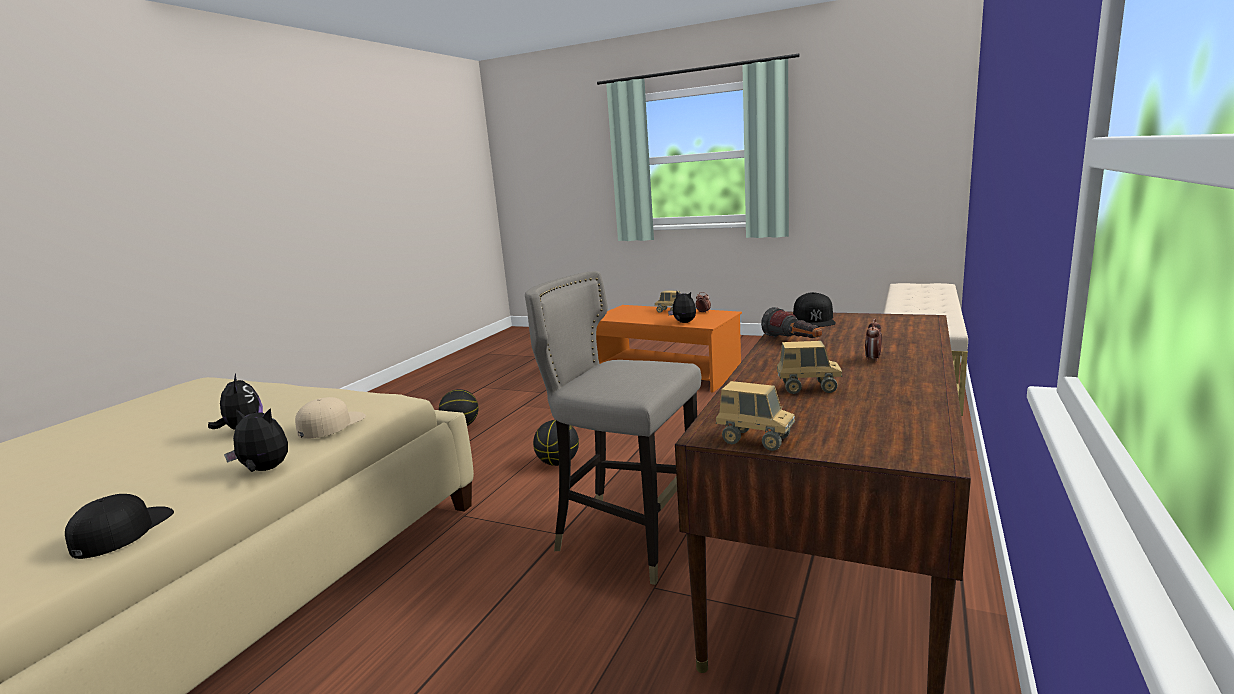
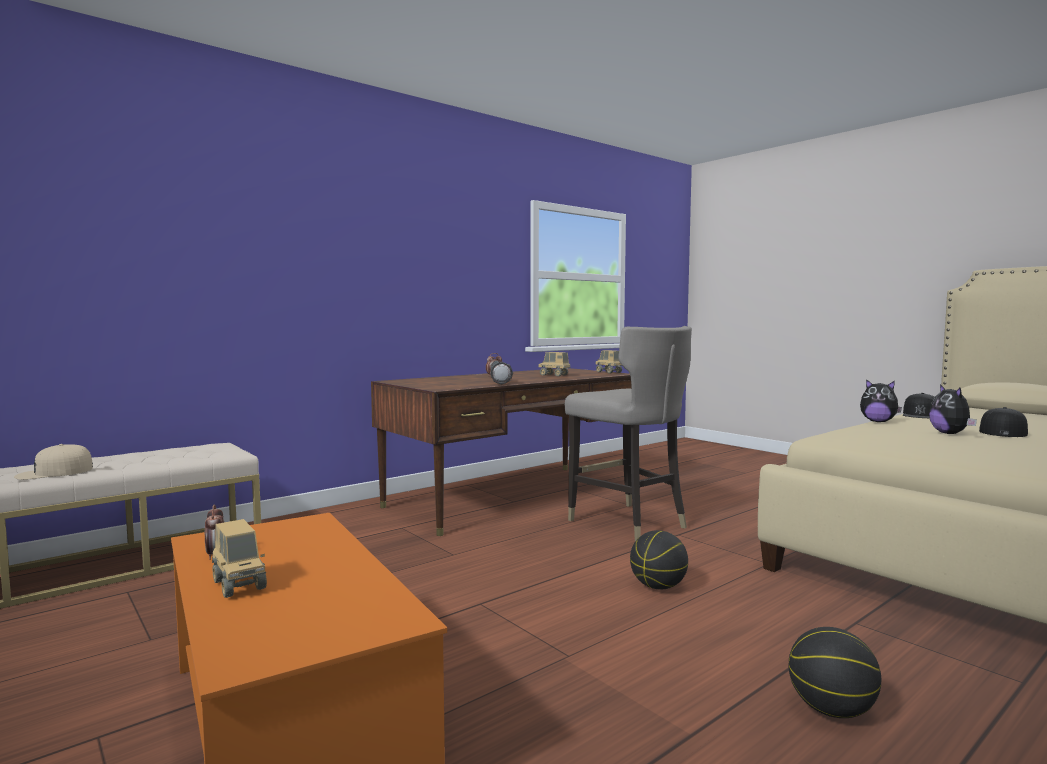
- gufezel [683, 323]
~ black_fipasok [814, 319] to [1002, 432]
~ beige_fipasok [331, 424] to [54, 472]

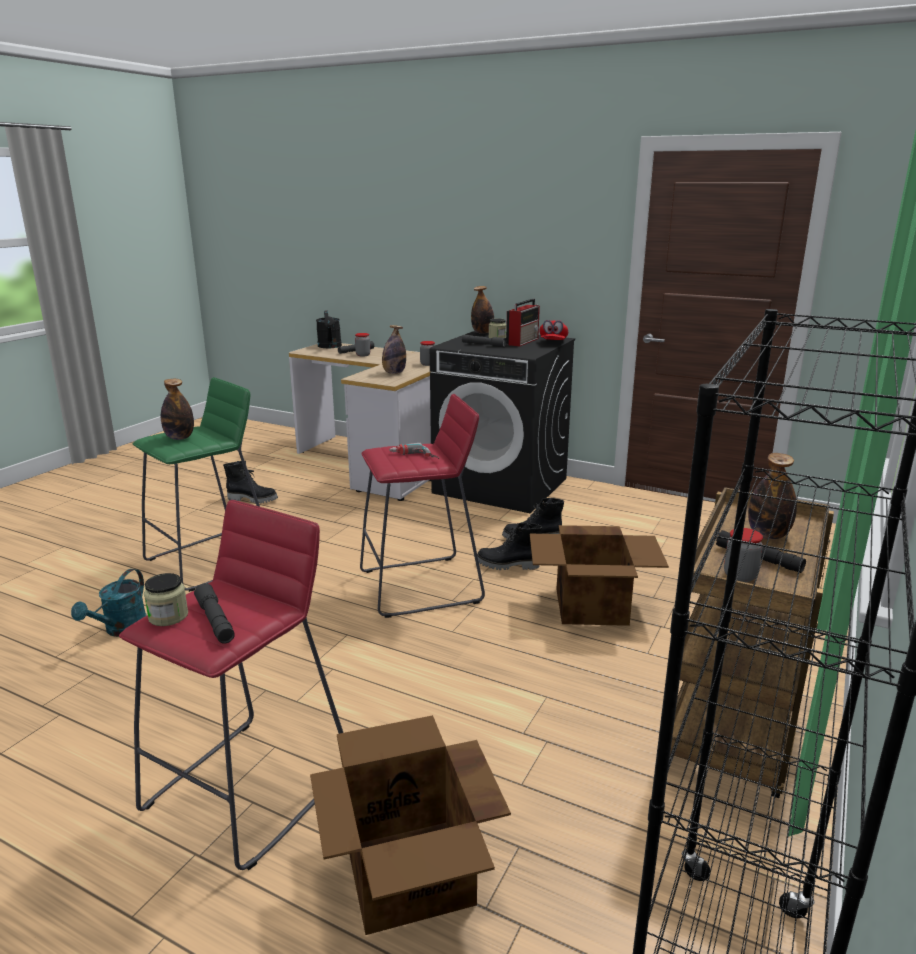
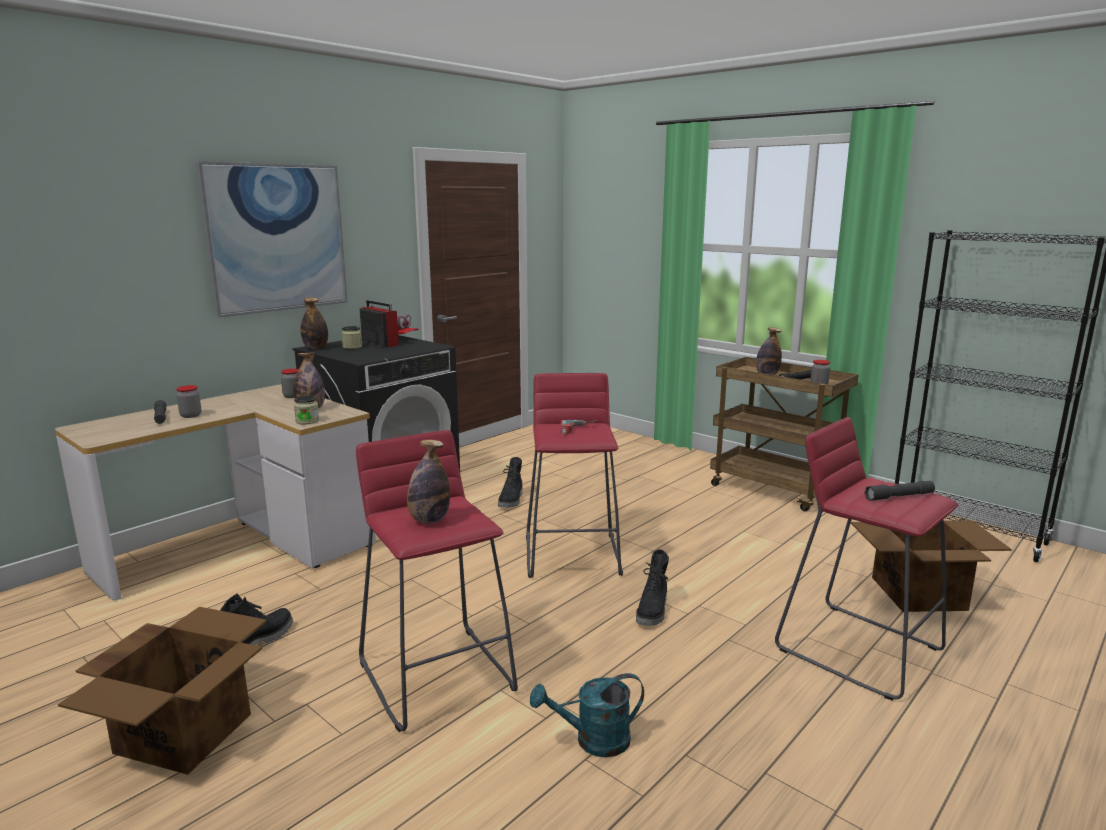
- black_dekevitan [330, 347]
- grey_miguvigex [483, 345]
~ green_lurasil [211, 560] to red_lurasil [438, 675]
~ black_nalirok [507, 565] to [653, 611]
~ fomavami [592, 607] to [186, 732]
~ turquoise_dekevitan [121, 630] = [593, 741] 135 degrees clockwise
~ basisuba [168, 616] to [307, 421]
+ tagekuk [277, 238]

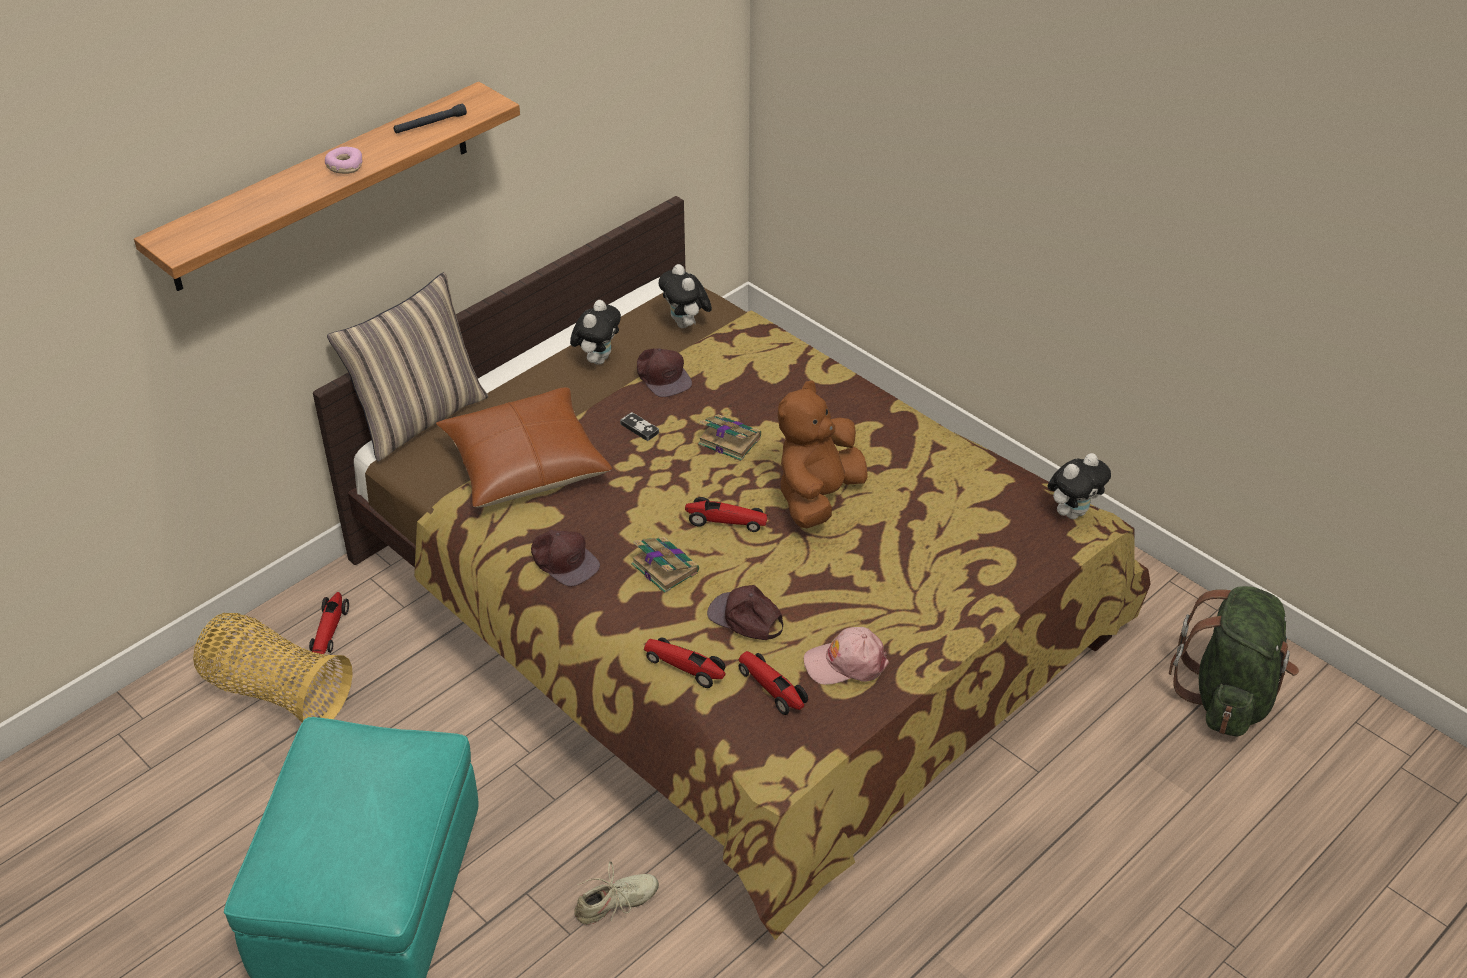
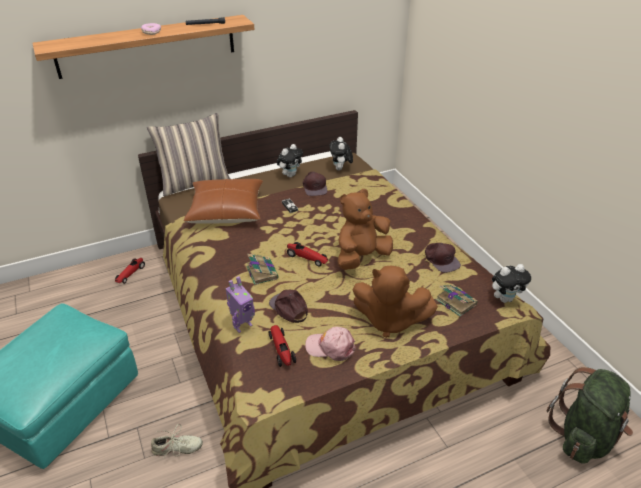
~ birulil [728, 440] to [455, 302]
~ brown_fipasok [564, 560] to [441, 259]
- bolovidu [276, 692]
~ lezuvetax [685, 667] to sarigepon [242, 325]
+ brown_gufezel [389, 320]

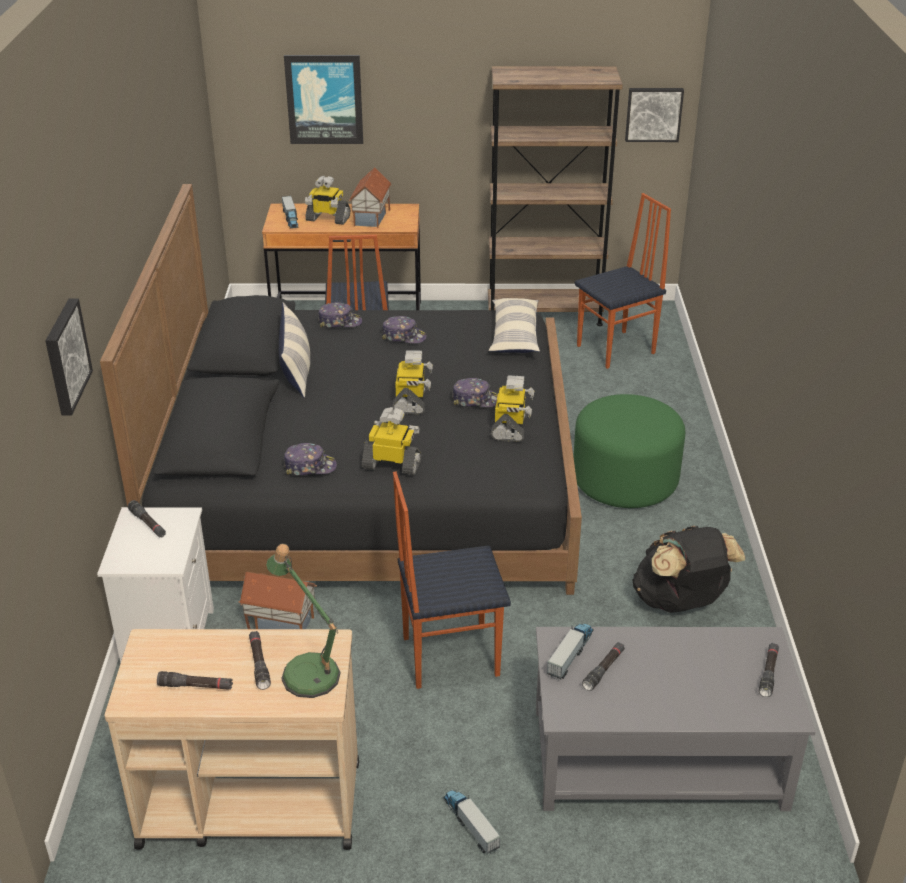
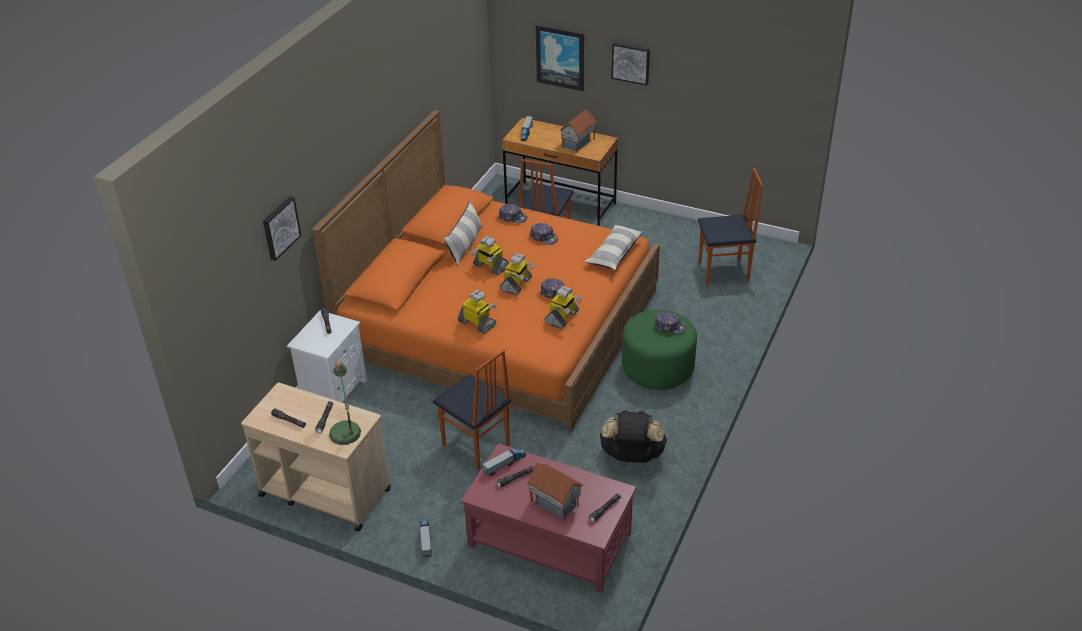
- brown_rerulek [544, 313]
~ tagekuk [653, 114] to [631, 62]
~ sarigepon [327, 219] to [490, 266]
~ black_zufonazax [369, 480] to orange_zufonazax [501, 324]
~ fipasok [310, 467] to [670, 327]
~ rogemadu [449, 655] = [475, 446] 150 degrees counterclockwise
~ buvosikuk [281, 621] to [555, 502]
~ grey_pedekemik [656, 757] to red_pedekemik [549, 539]

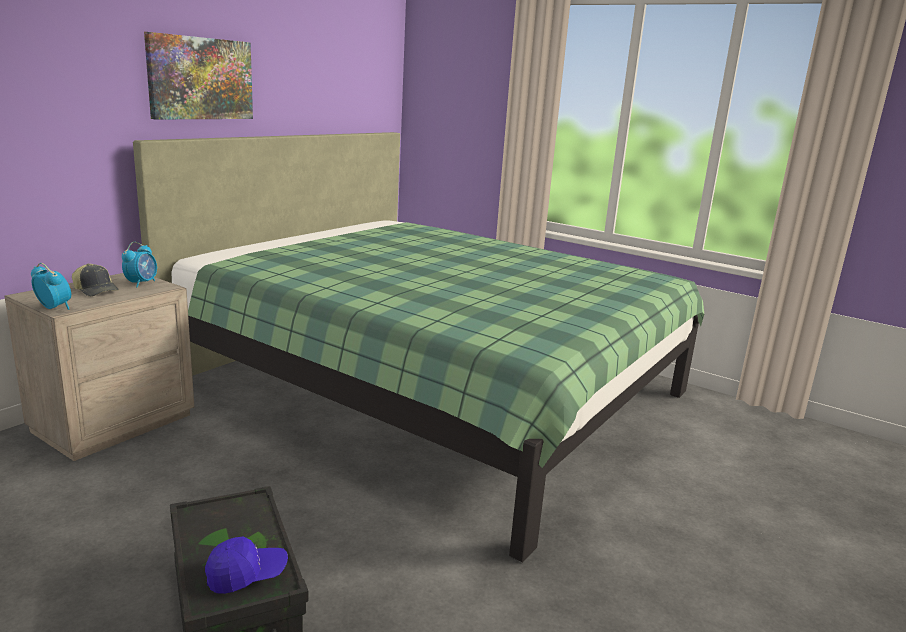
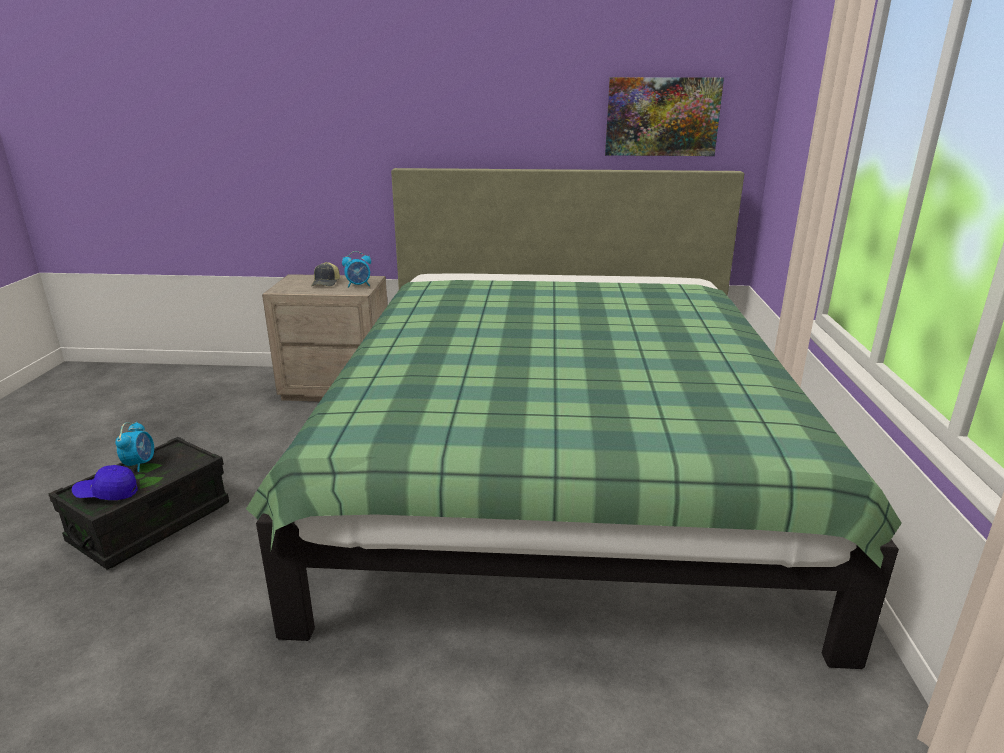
~ tagekuk [200, 78] to [662, 117]
~ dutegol [54, 307] to [140, 464]
~ blue_fipasok [246, 575] = [107, 494] 135 degrees clockwise

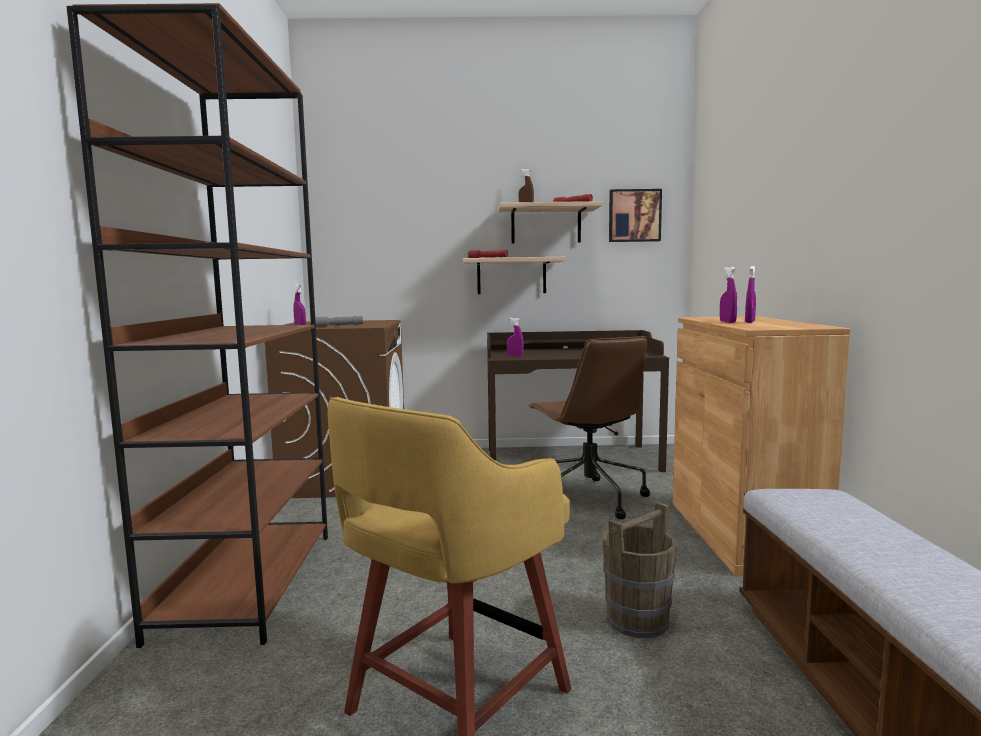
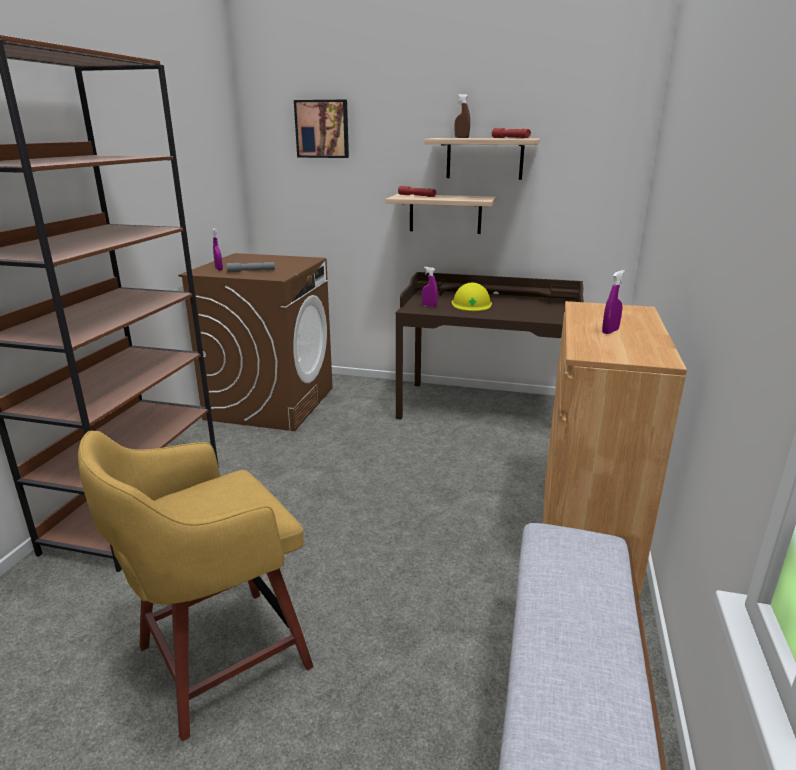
~ tagekuk [634, 216] to [322, 129]
- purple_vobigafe [727, 322]
- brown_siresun [588, 498]
- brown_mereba [636, 620]
+ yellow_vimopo [471, 304]

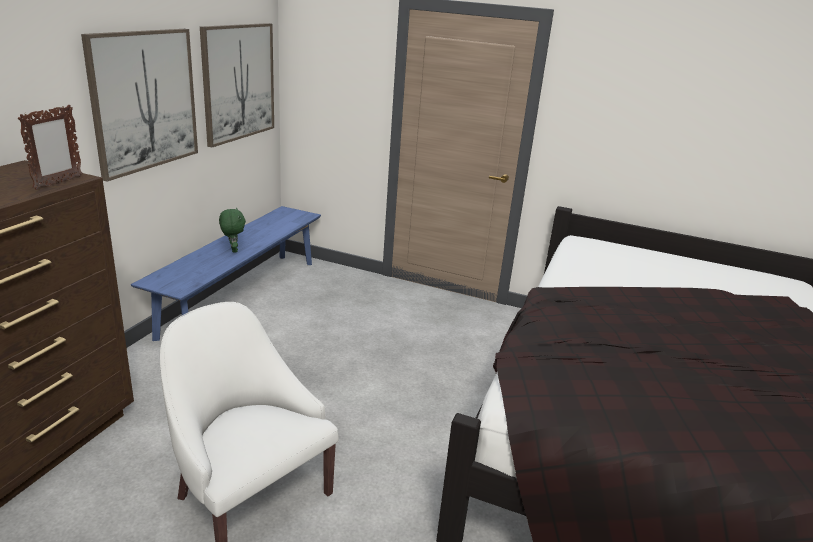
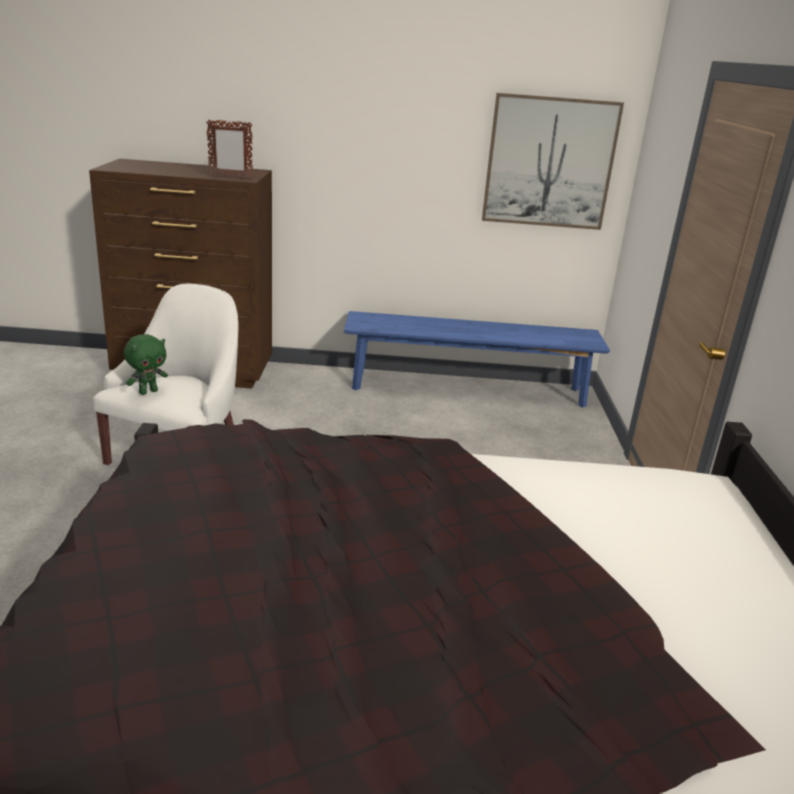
- tagekuk [144, 101]
~ green_gufezel [233, 250] to [148, 391]

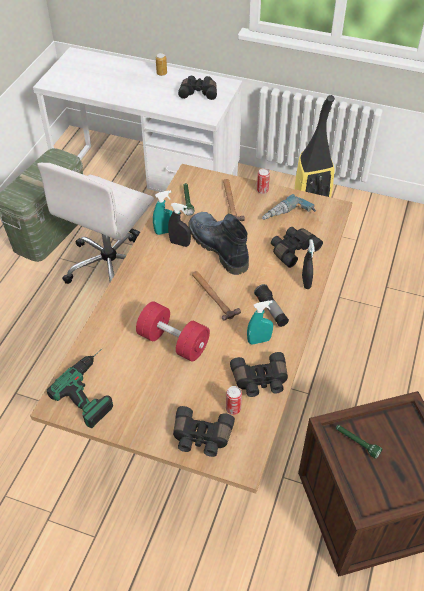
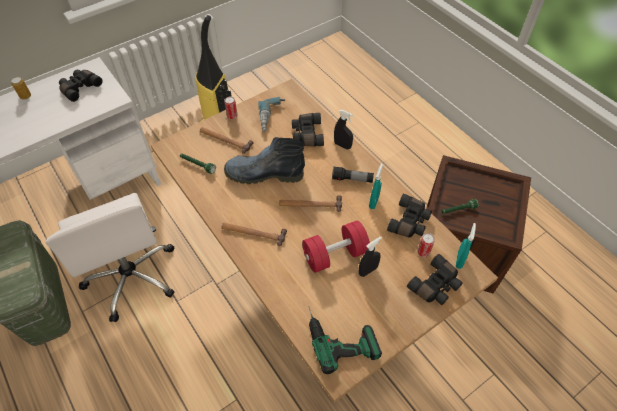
~ turquoise_vobigafe [165, 231] to [459, 260]
~ black_vobigafe [180, 243] to [368, 270]
+ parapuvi [253, 233]

